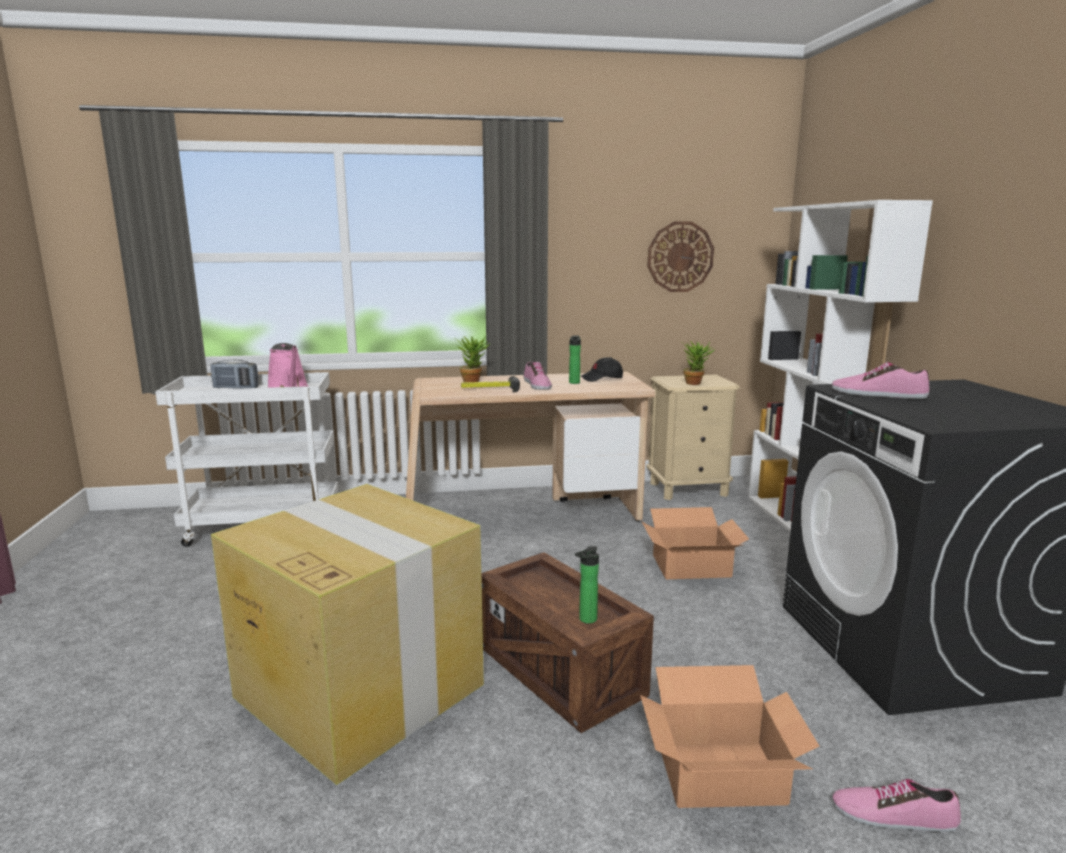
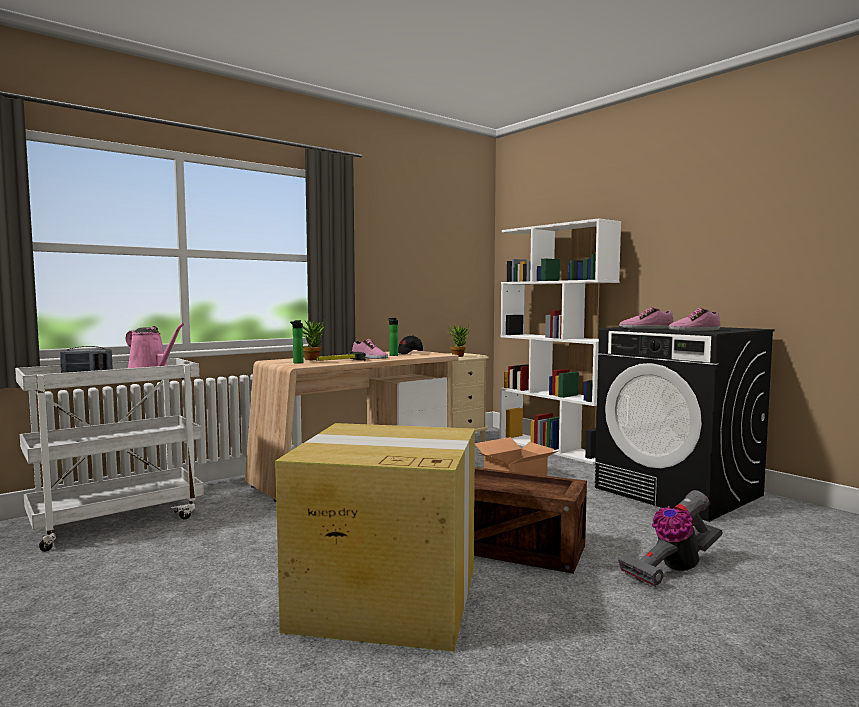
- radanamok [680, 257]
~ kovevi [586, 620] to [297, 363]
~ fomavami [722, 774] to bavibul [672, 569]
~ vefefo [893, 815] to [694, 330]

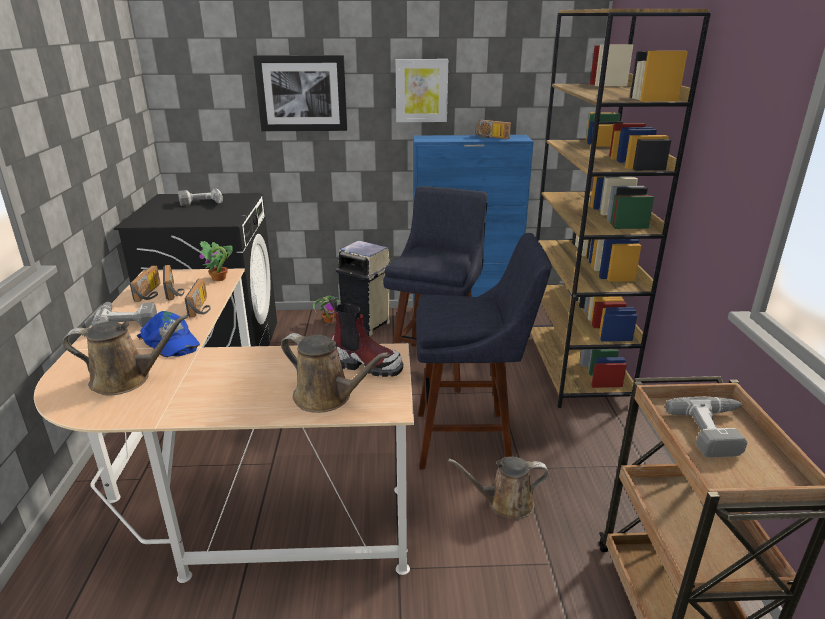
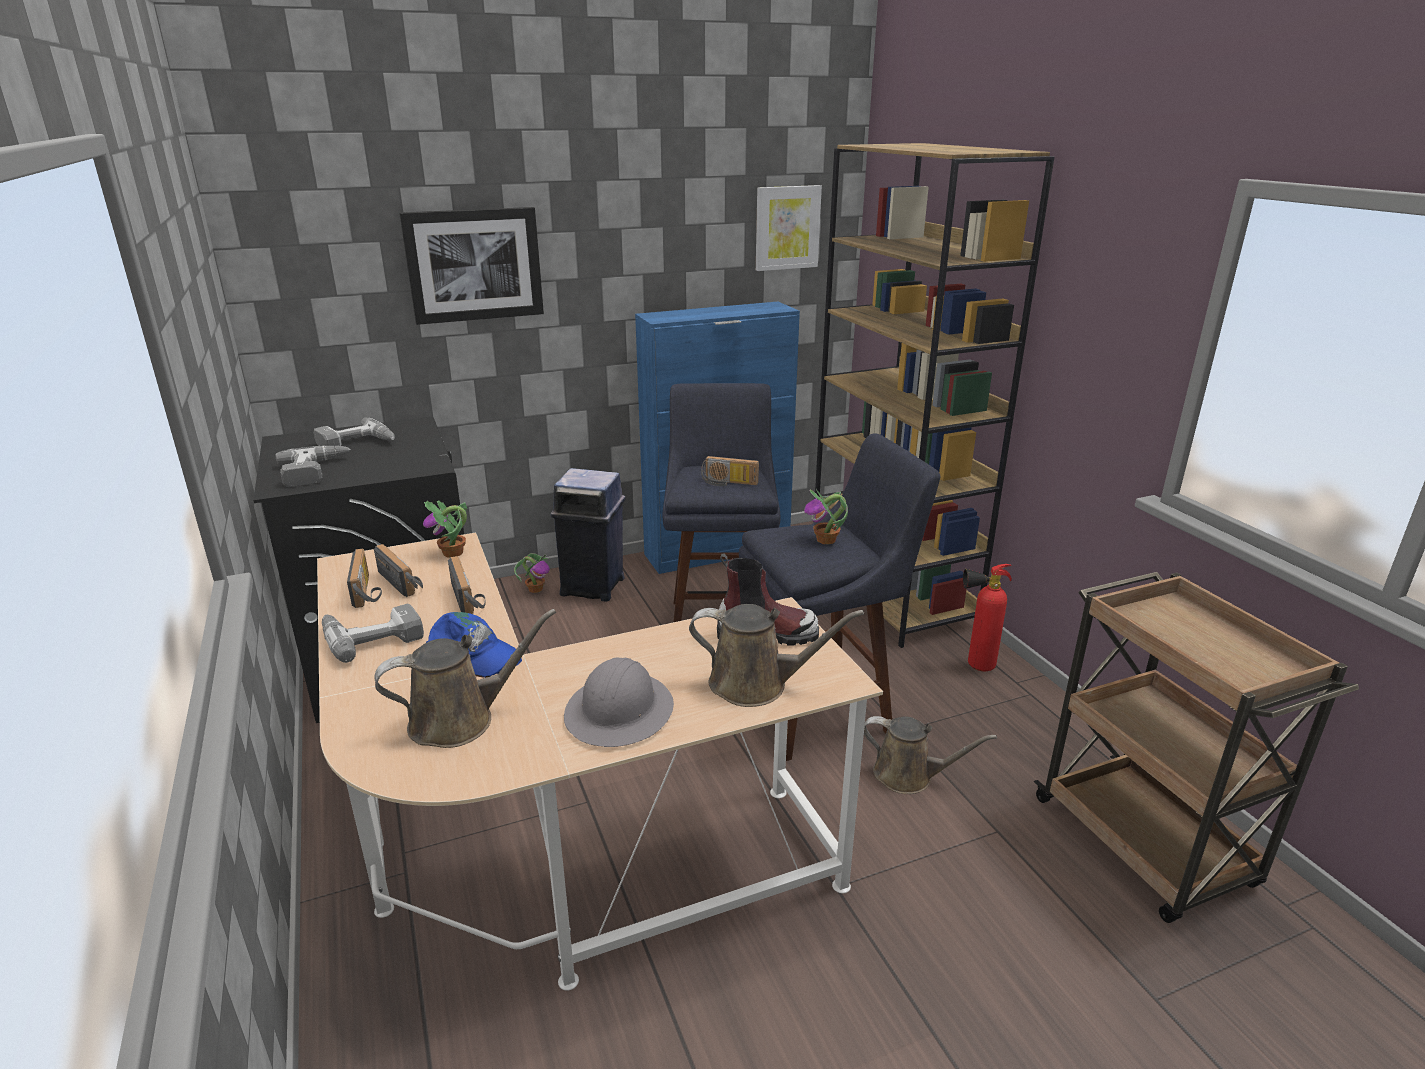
~ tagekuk [421, 90] to [787, 228]
~ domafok [491, 137] to [728, 483]
~ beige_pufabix [366, 325] to blue_pufabix [593, 586]
~ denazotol [716, 431] to [316, 471]
~ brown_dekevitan [505, 503] = [909, 776] 135 degrees counterclockwise
+ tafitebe [826, 540]
+ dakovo [974, 666]
+ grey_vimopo [620, 712]

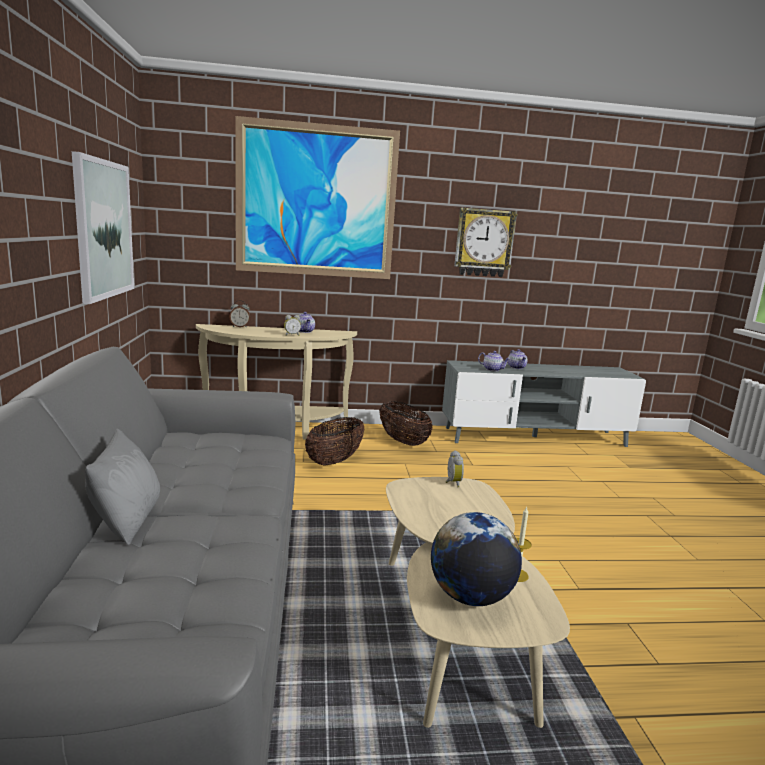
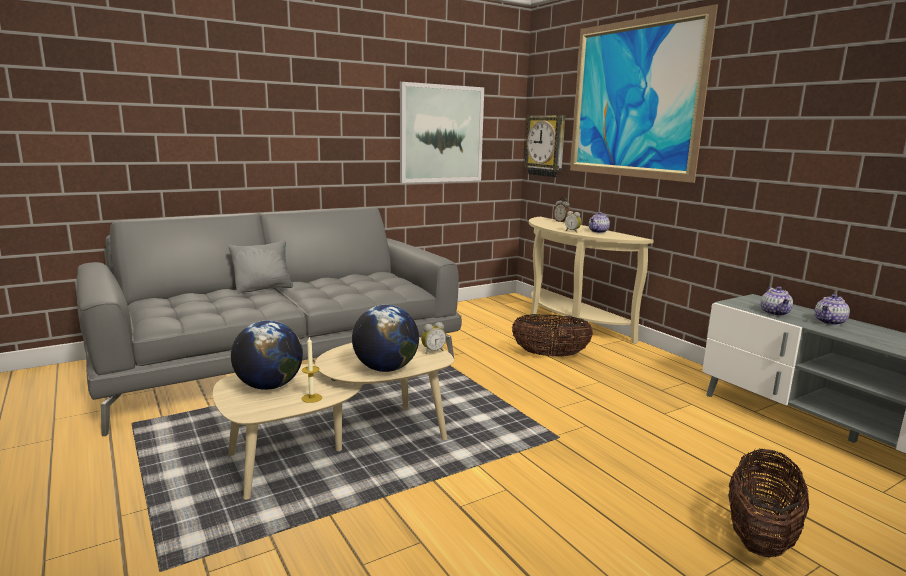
~ radanamok [484, 243] to [546, 146]
~ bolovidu [403, 441] to [760, 536]
+ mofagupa [385, 369]

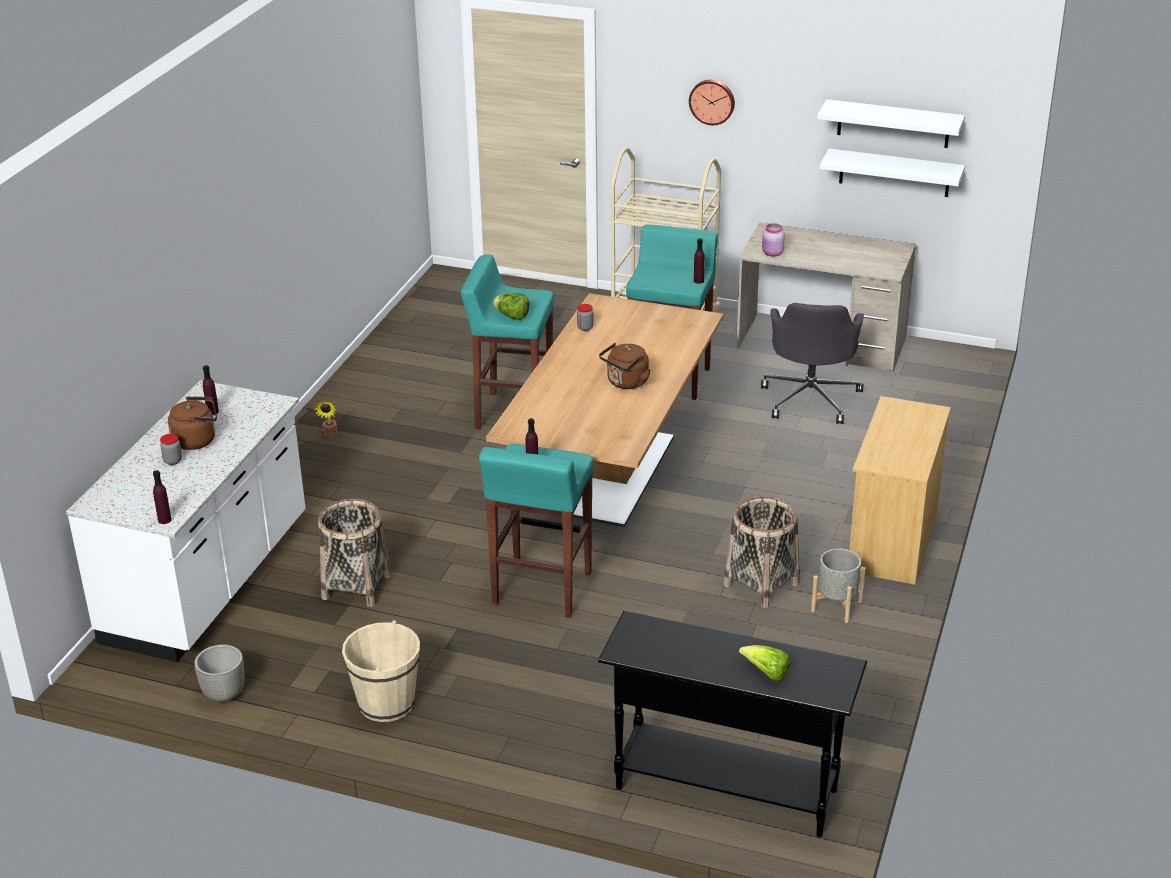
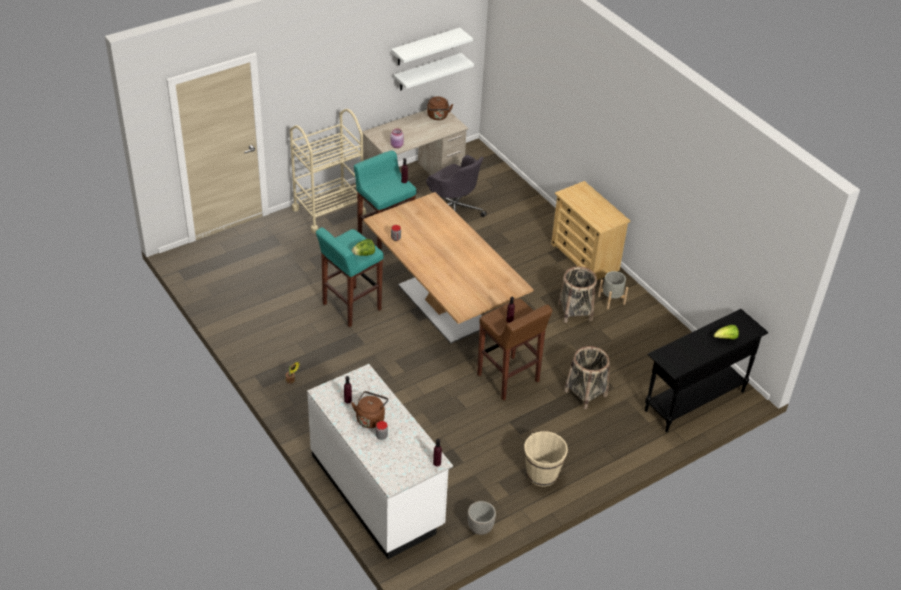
- radanamok [712, 101]
~ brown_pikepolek [626, 383] to [438, 117]
~ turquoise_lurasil [541, 589] to brown_lurasil [508, 379]
~ bolovidu [356, 586] to [585, 393]

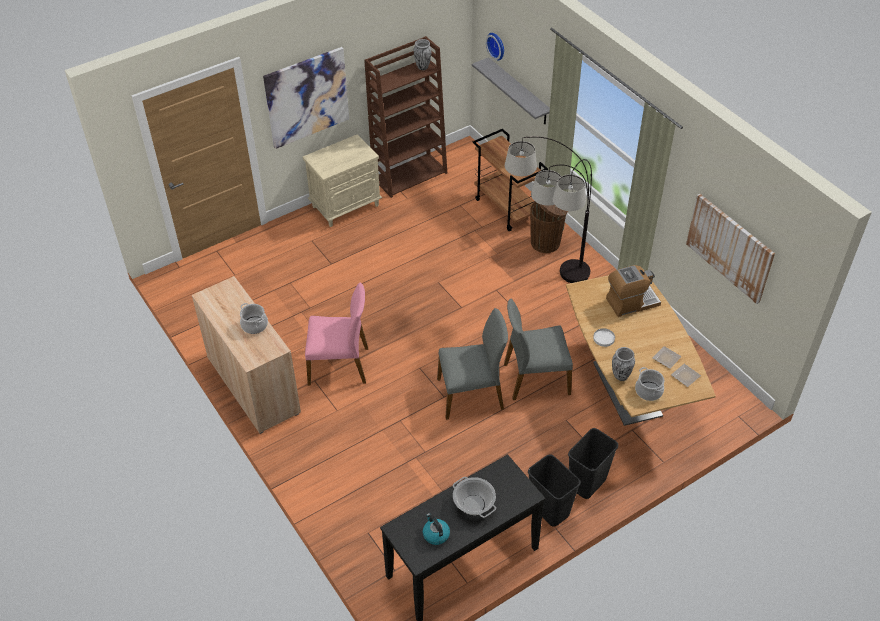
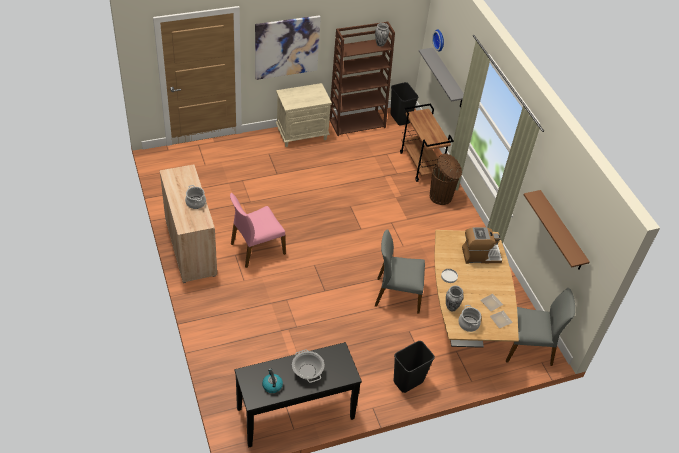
- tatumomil [548, 291]
~ tagekuk [729, 247] to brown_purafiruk [561, 231]
~ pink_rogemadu [339, 365] = [257, 248] 135 degrees clockwise
~ grey_rogemadu [471, 394] to [528, 347]
~ black_pufabix [549, 510] to [399, 118]

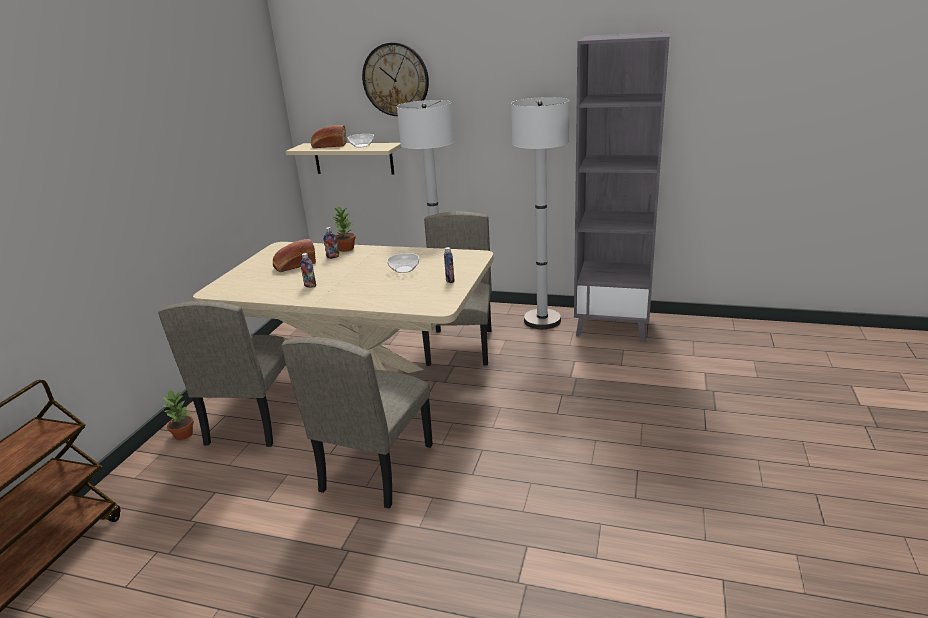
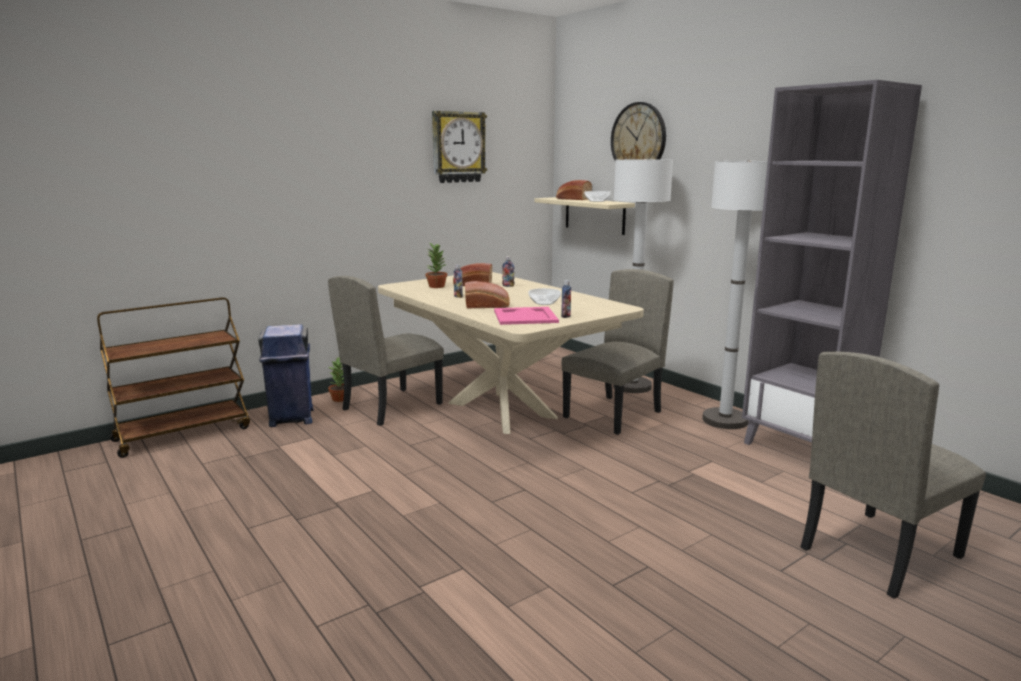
~ tafitebe [345, 248] to [436, 286]
~ beige_rogemadu [376, 467] to [879, 552]
+ radanamok [458, 147]
+ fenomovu [488, 306]
+ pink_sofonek [524, 316]
+ blue_pufabix [291, 418]

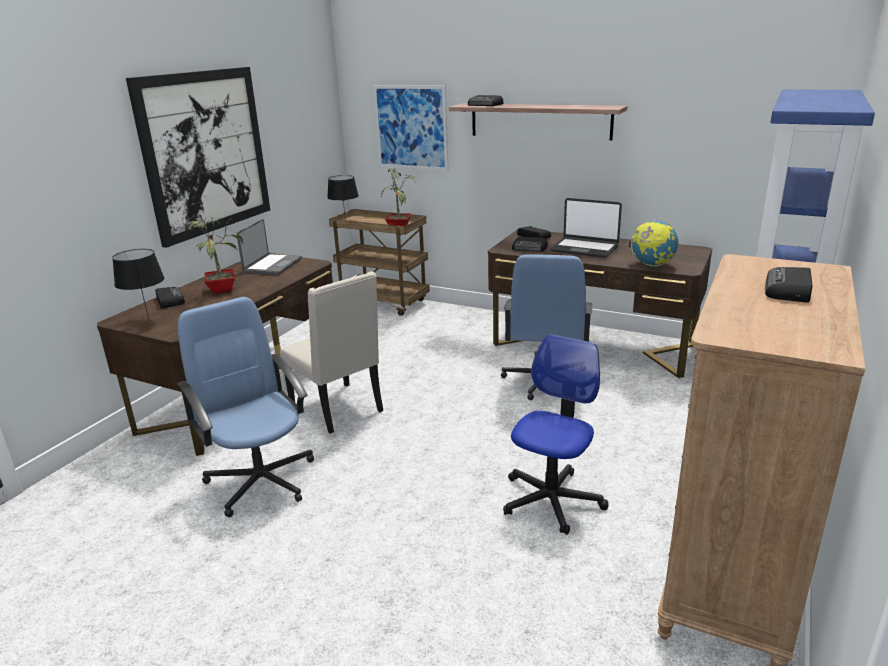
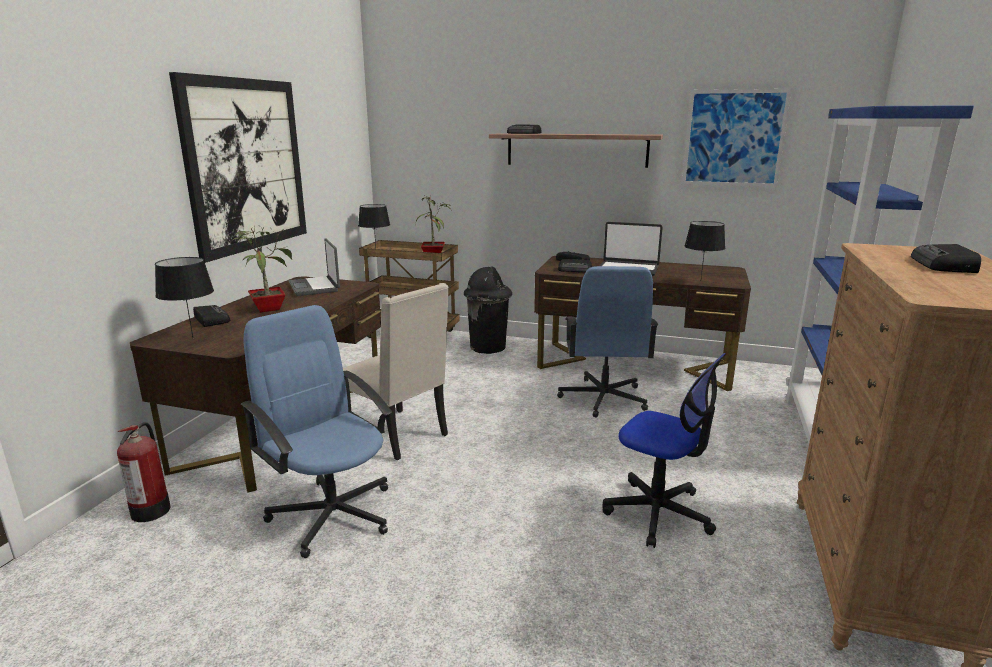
~ tagekuk [411, 127] to [734, 138]
~ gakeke [272, 265] = [315, 287] 150 degrees clockwise
~ mofagupa [652, 265] to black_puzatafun [700, 281]
~ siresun [551, 500] = [658, 513] 105 degrees clockwise
+ black_pufabix [488, 347]
+ dakovo [152, 509]

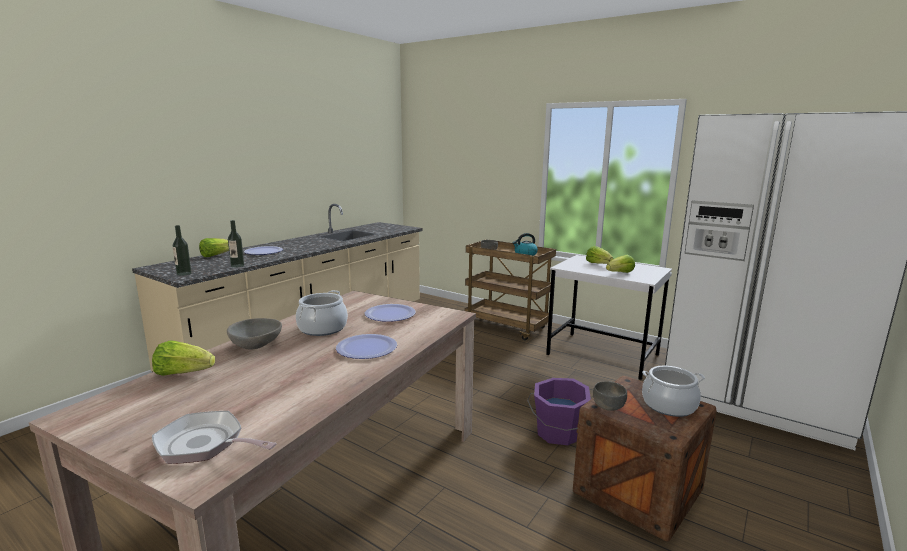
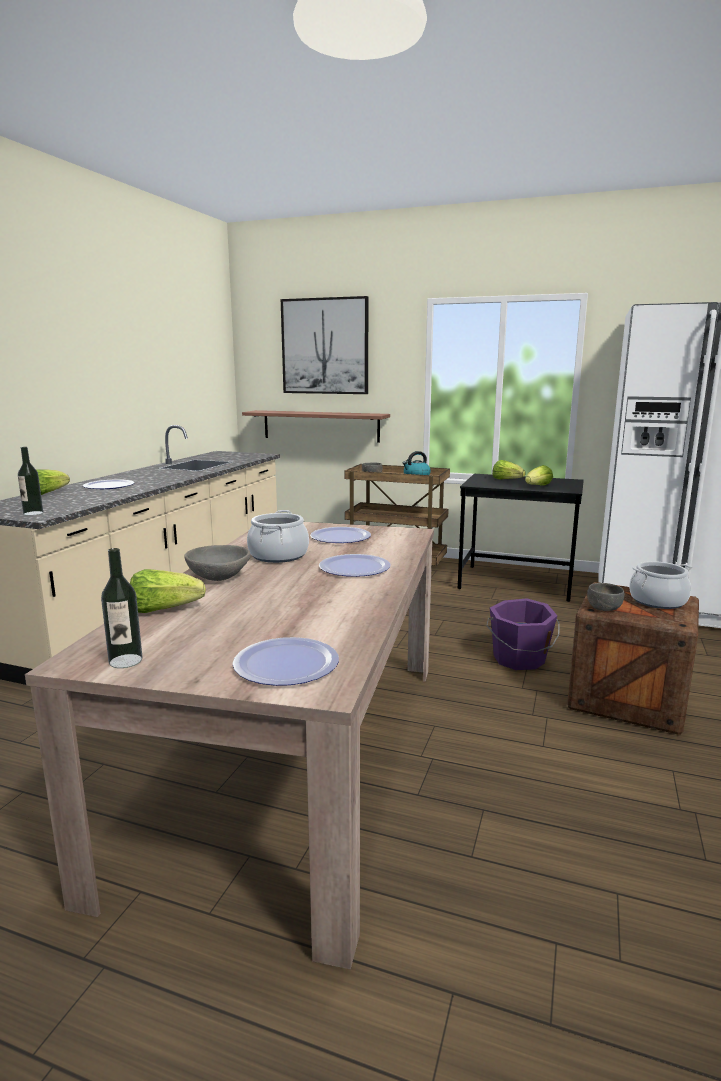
~ kovevi [237, 266] to [125, 661]
~ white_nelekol [603, 355] to black_nelekol [517, 583]
~ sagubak [205, 444] to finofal [286, 664]
+ tagekuk [325, 346]
+ purafiruk [320, 426]

